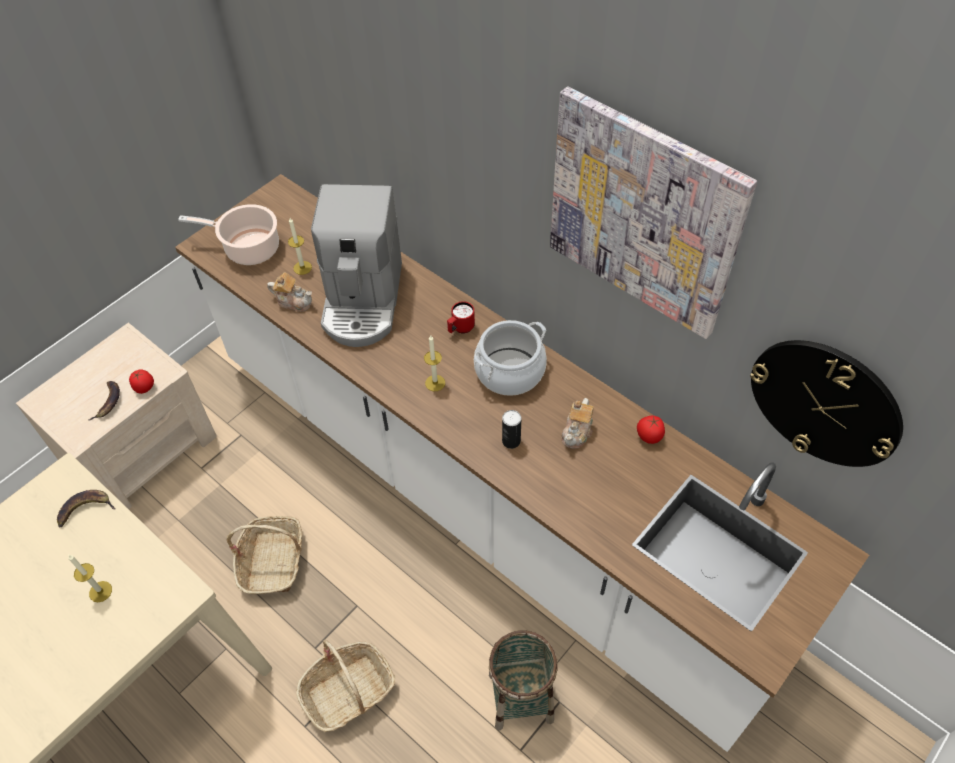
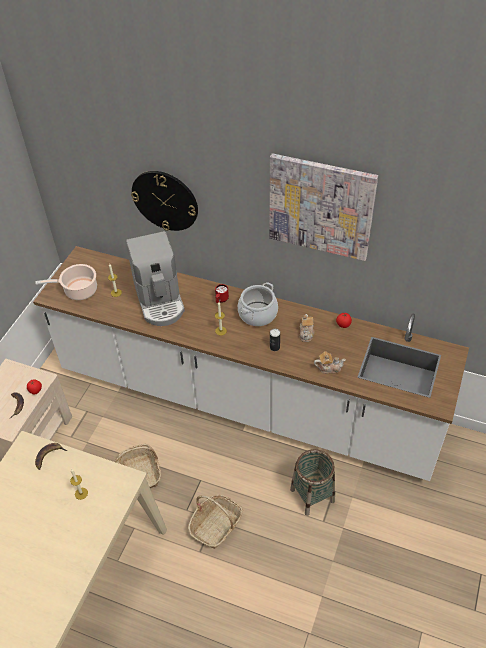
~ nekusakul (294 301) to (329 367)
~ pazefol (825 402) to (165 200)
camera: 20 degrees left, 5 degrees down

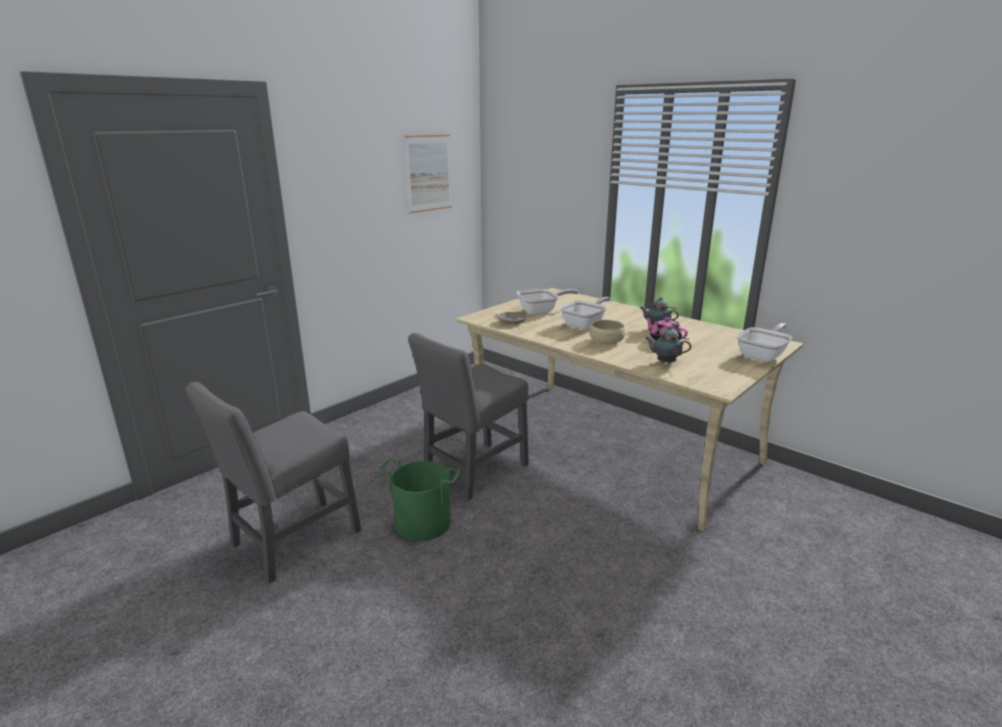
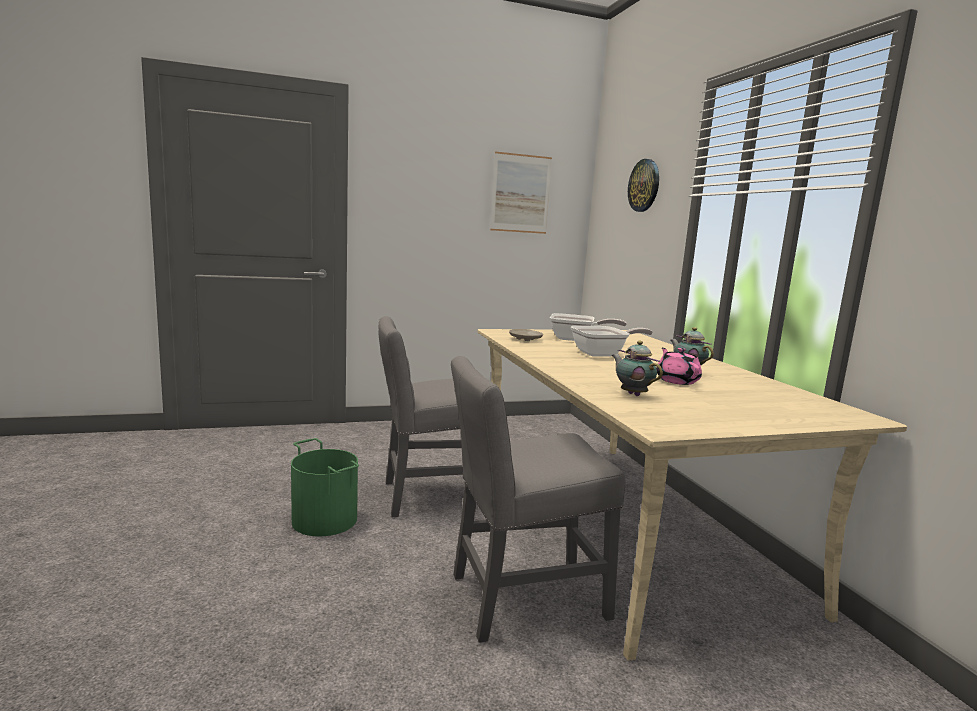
- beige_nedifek (606 341)
- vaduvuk (763 355)
~ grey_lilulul (291 542) to (521 599)
+ pazefol (644 185)
camera: 30 degrees right, 10 degrees down

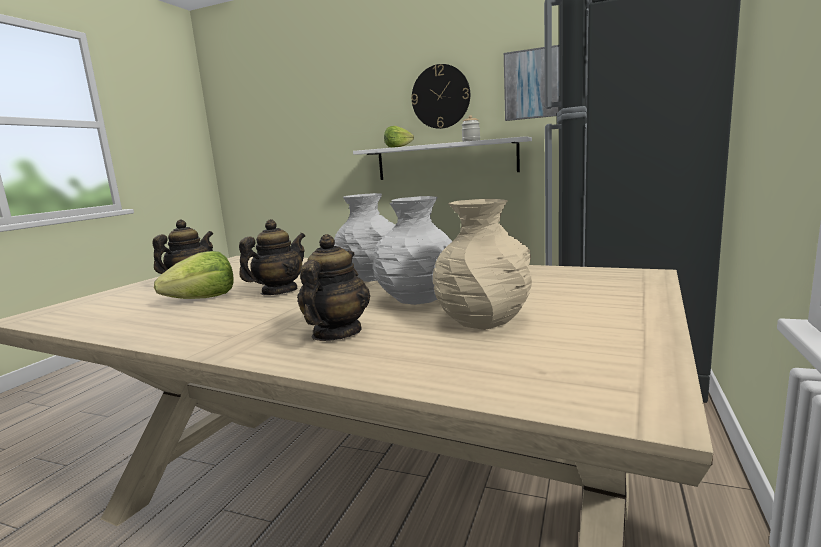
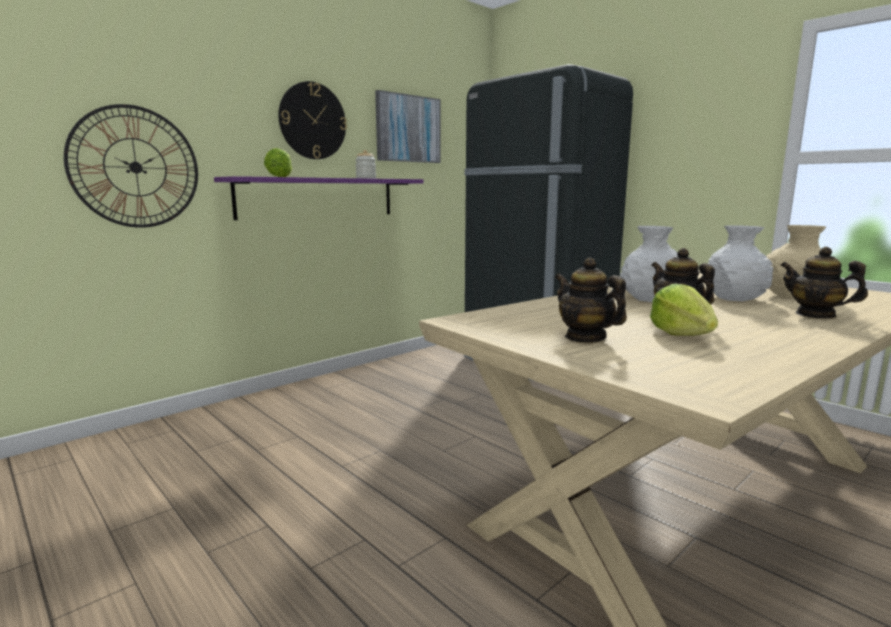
~ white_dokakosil (445 160) to purple_dokakosil (318 197)
+ pazefol (135 167)
camera: 65 degrees left, 0 degrees up

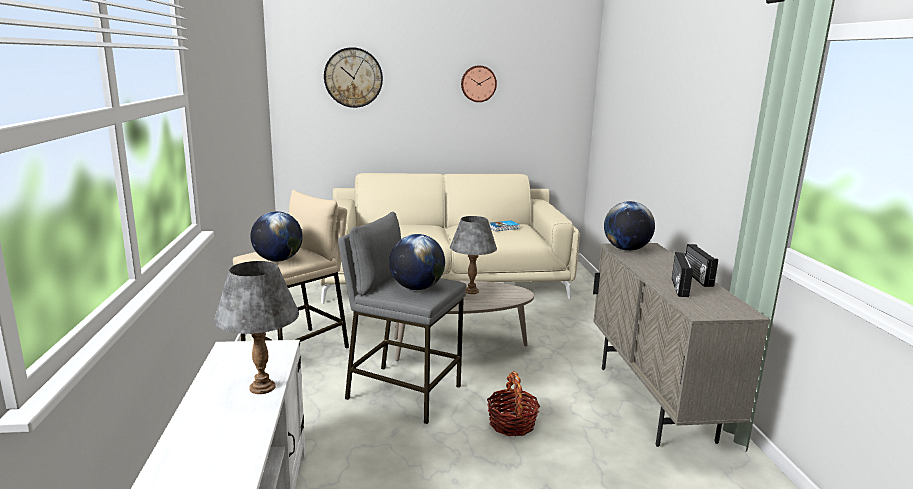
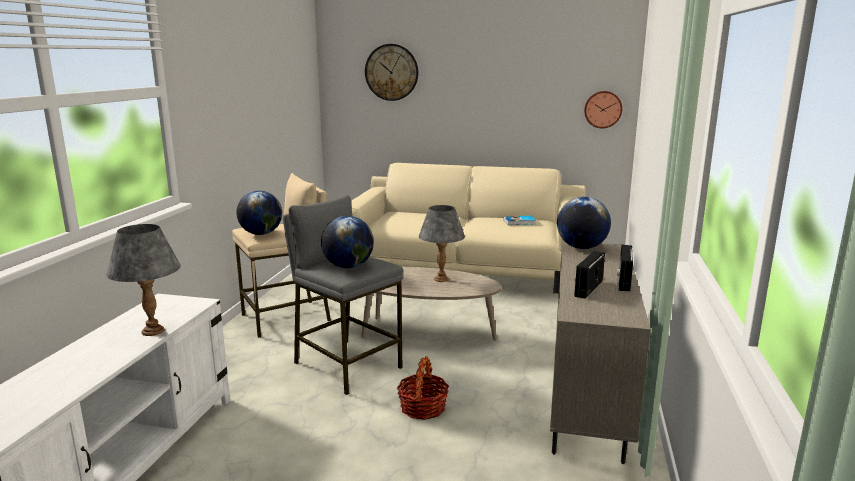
~ pazefol (478 83) to (603 109)
camera: 20 degrees right, 0 degrees up

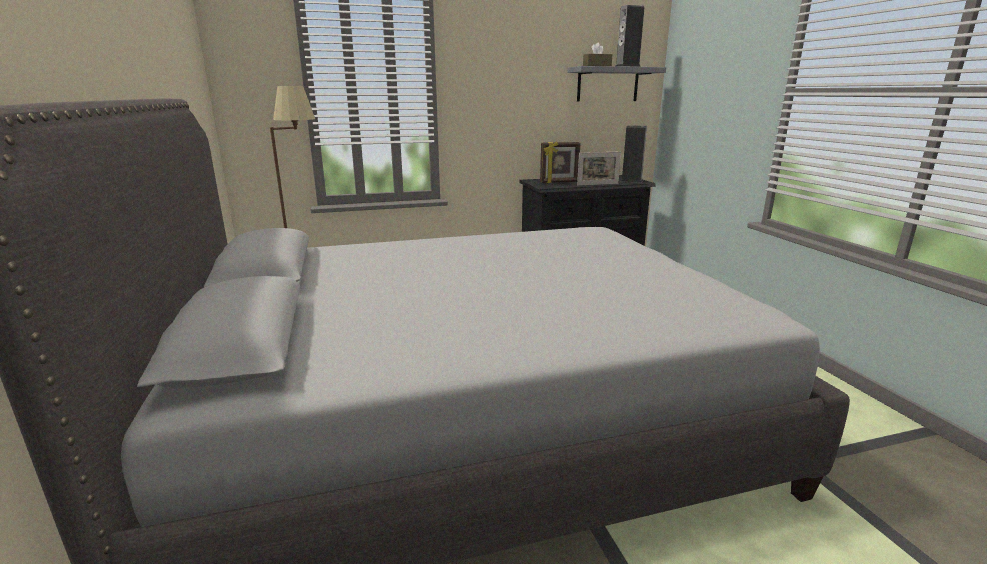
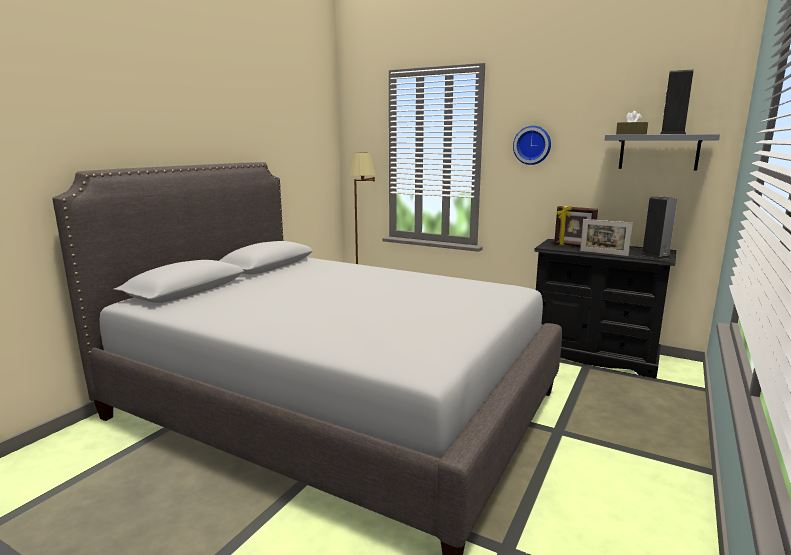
+ pazefol (532 145)
camera: 45 degrees right, 5 degrees down

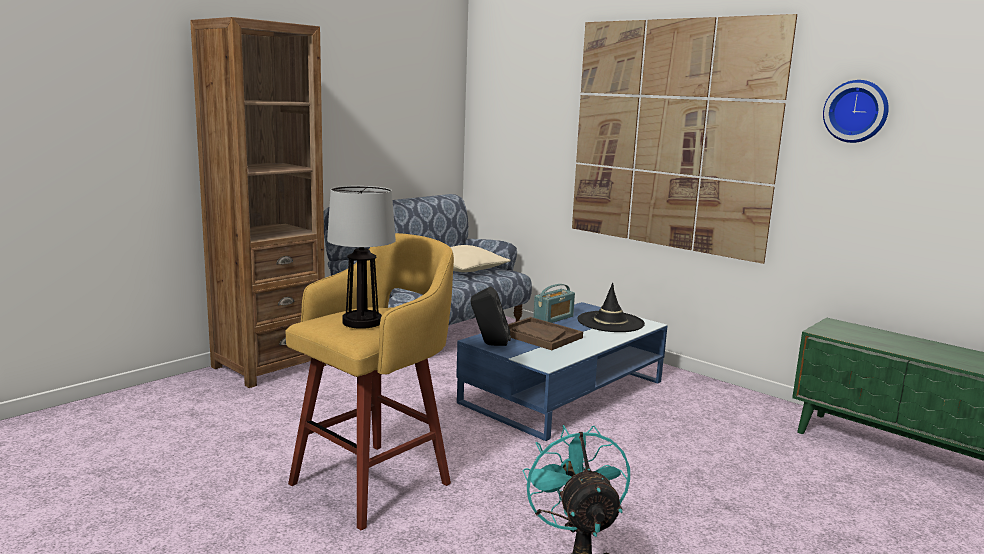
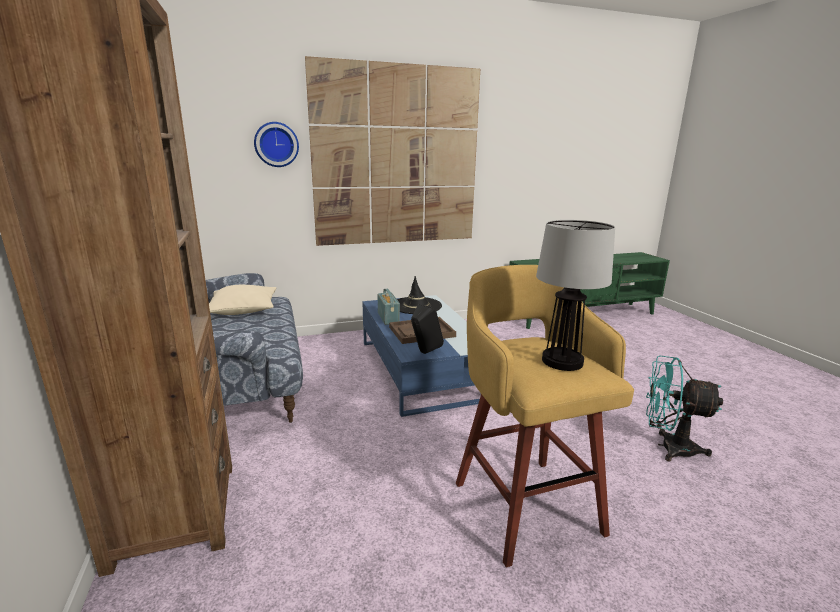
~ pazefol (856 111) to (276 144)
camera: 60 degrees left, 5 degrees up

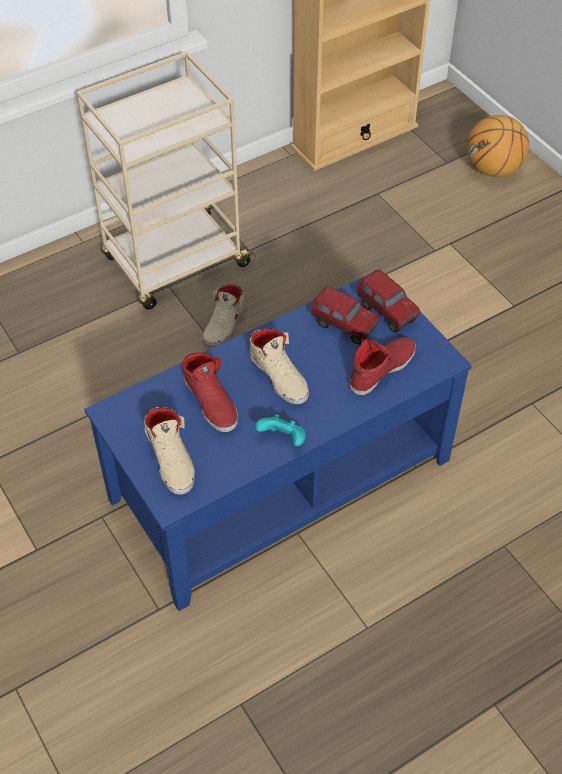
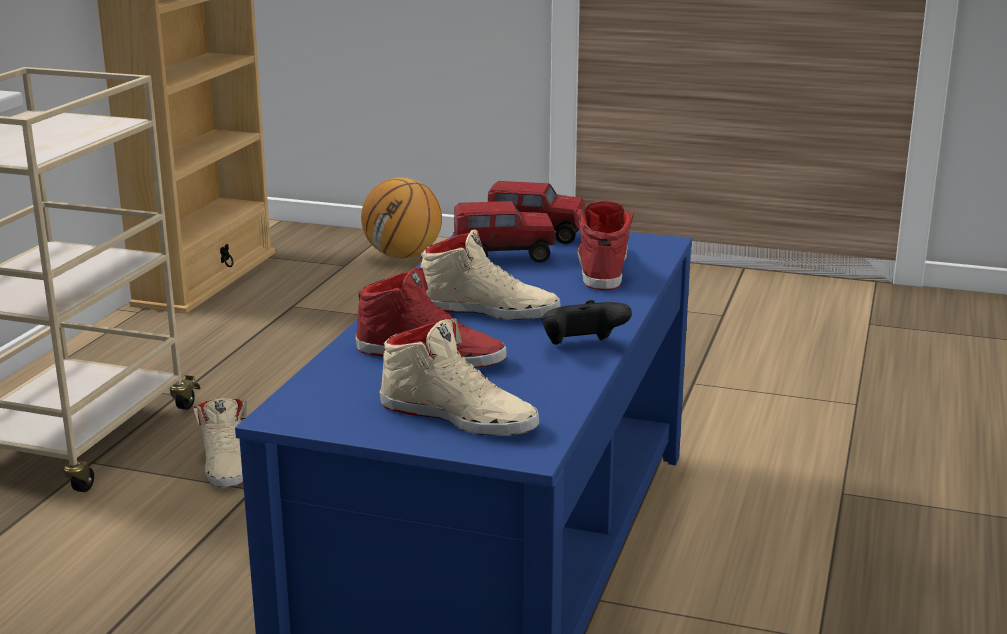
~ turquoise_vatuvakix (283 439) to black_vatuvakix (582 347)
camera: 40 degrees left, 30 degrees down

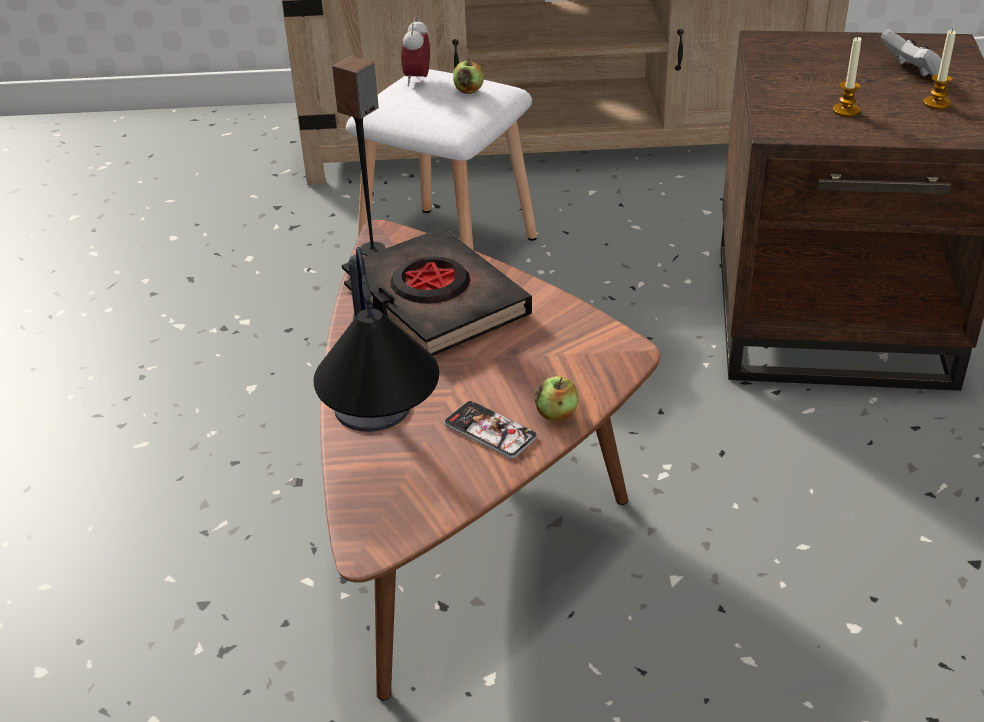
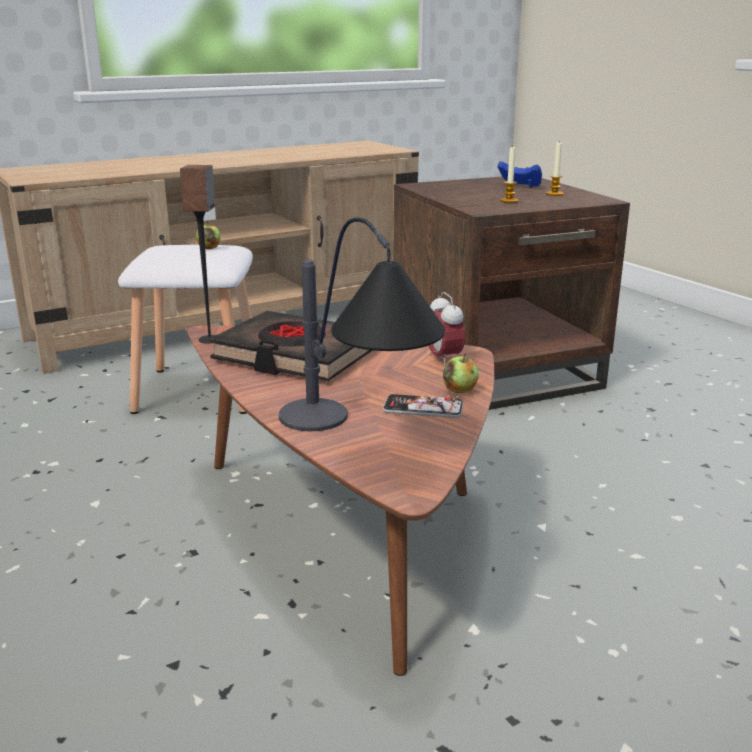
~ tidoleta (417 79) to (444 359)
~ white_vatuvakix (910 71) to blue_vatuvakix (520 186)
camera: 30 degrees left, 15 degrees down

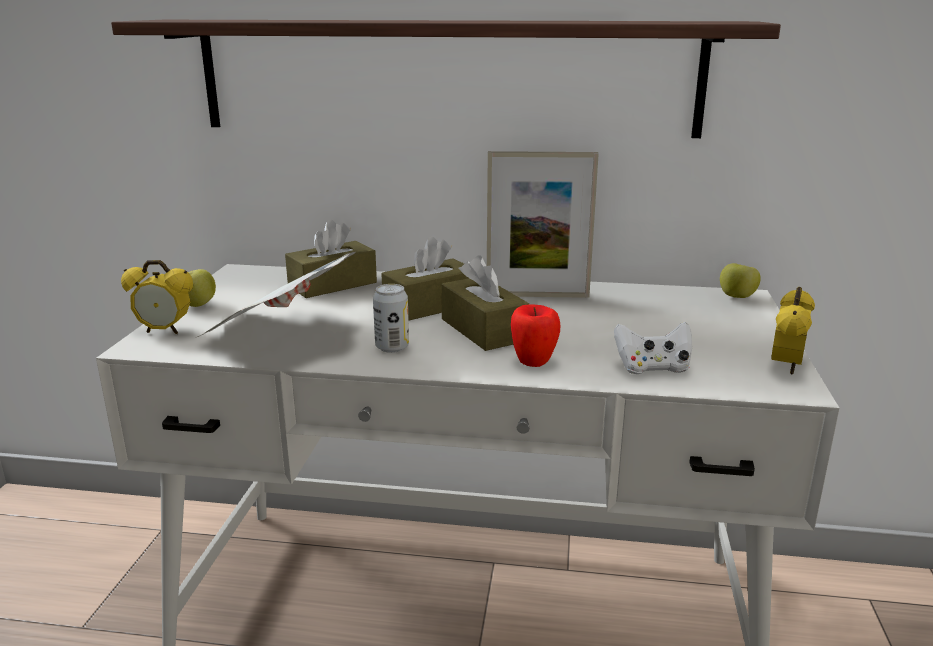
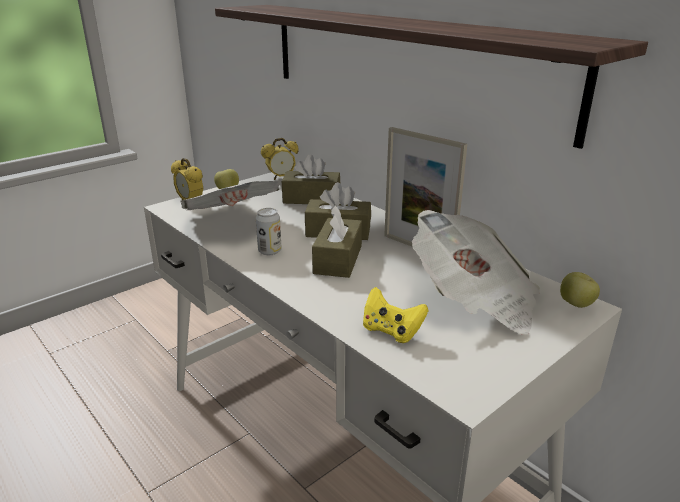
~ tidoleta (786 366) to (281 177)
- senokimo (533 362)
~ white_vatuvakix (652 368) to yellow_vatuvakix (391 331)
+ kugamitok (474 300)
camera: 40 degrees right, 5 degrees up

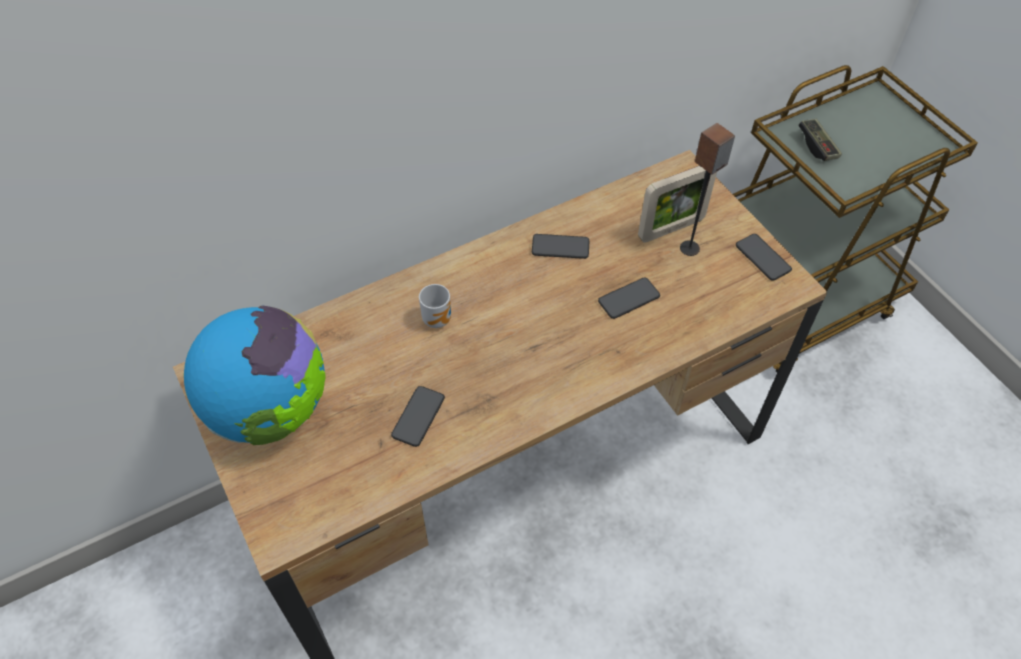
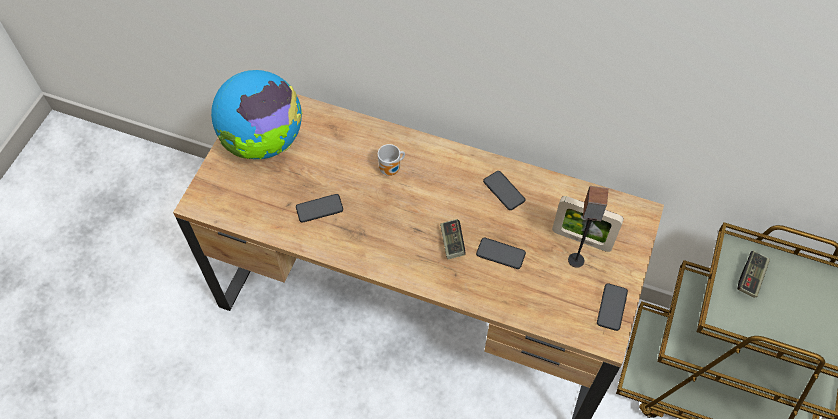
+ vatuvakix (452 242)
camera: 50 degrees right, 5 degrees up

